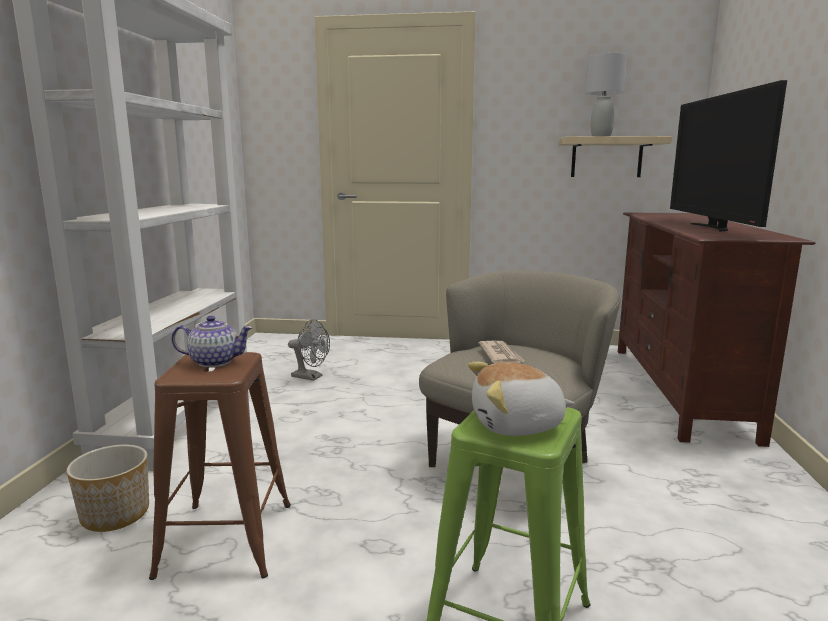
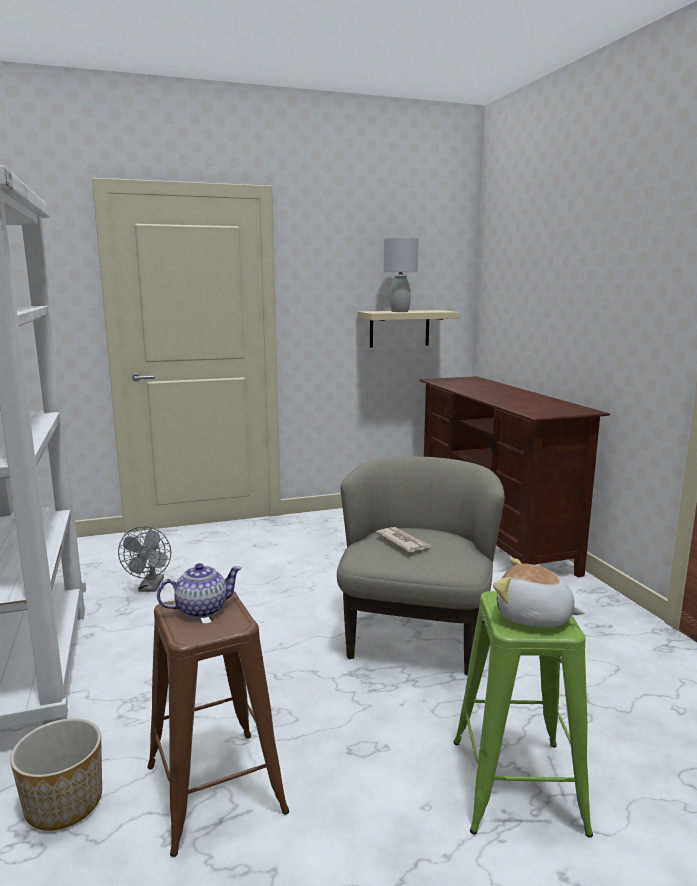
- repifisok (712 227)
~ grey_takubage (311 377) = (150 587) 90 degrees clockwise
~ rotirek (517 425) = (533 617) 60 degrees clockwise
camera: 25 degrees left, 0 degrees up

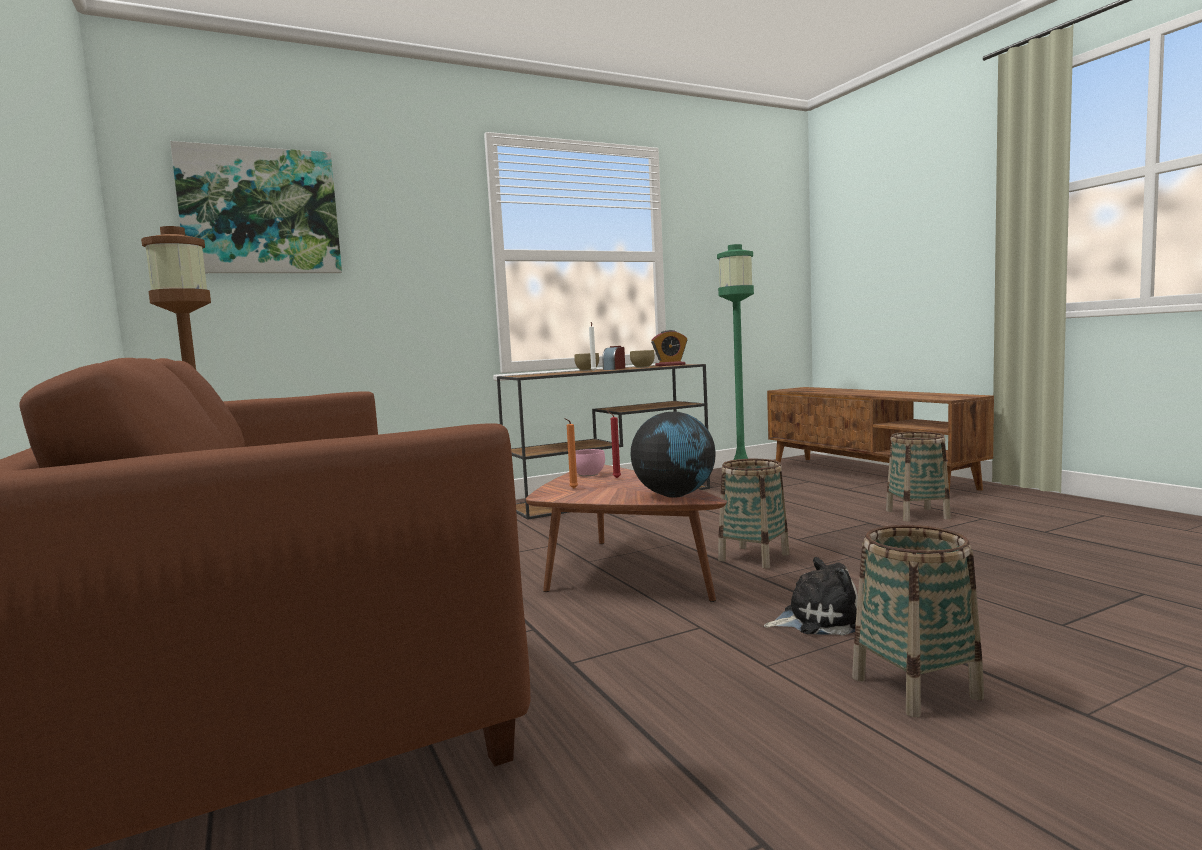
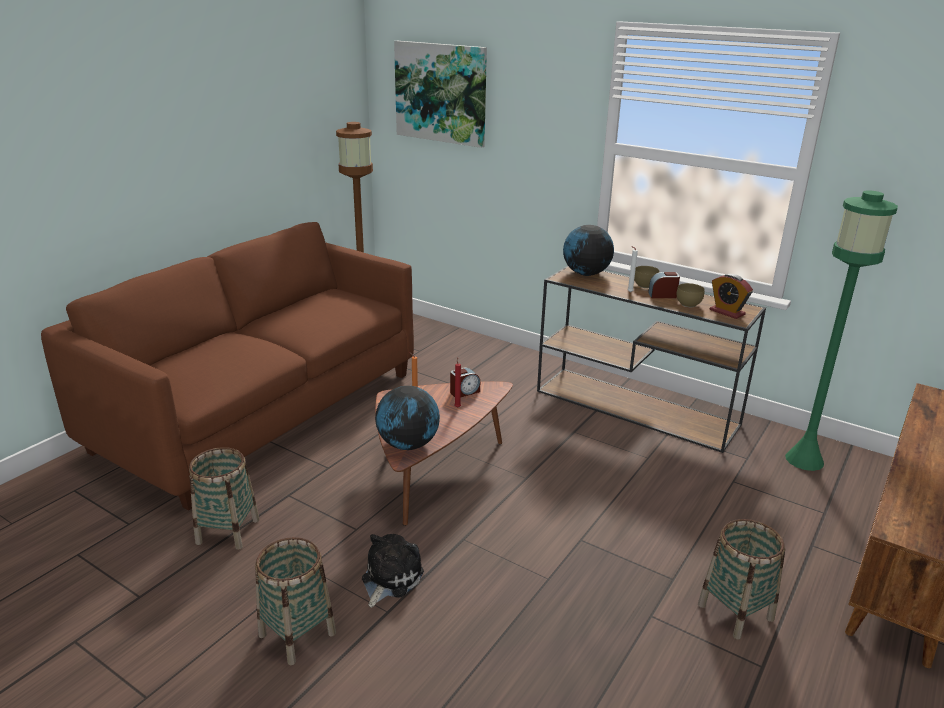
~ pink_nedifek (587 474) to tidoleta (464 392)
~ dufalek (753 557) to (228 531)
~ rotirek (817 620) = (389 578) 120 degrees counterclockwise
+ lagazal (586 274)
camera: 60 degrees right, 20 degrees up

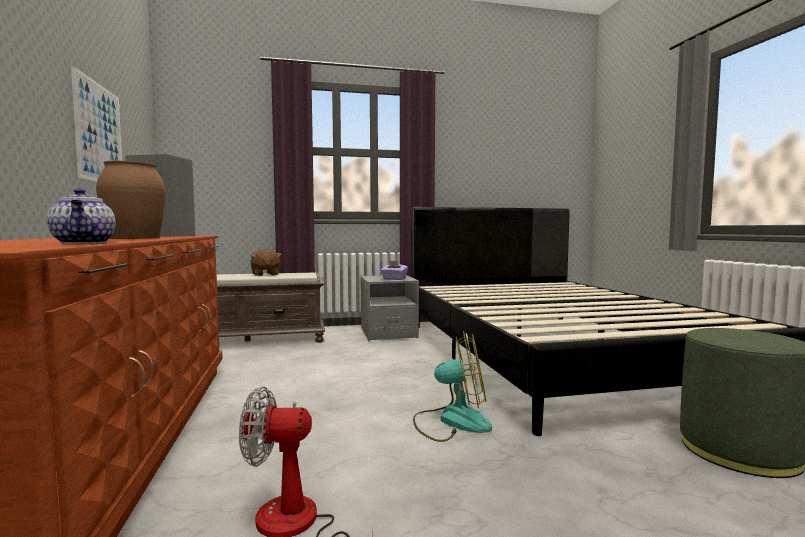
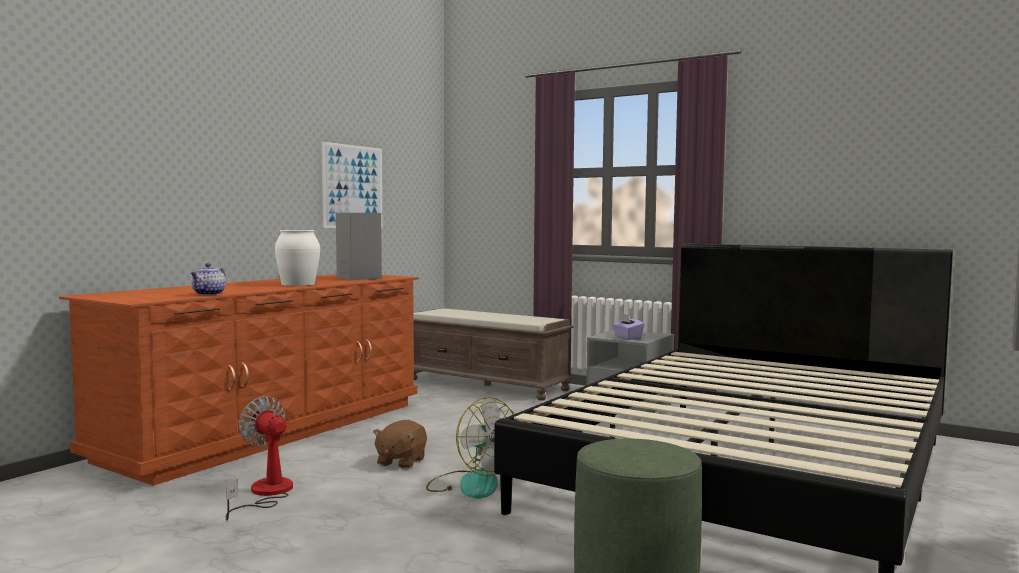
~ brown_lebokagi (135 238) to white_lebokagi (298 284)
~ brown_rotirek (265 274) to (400 462)
camera: 45 degrees right, 0 degrees up

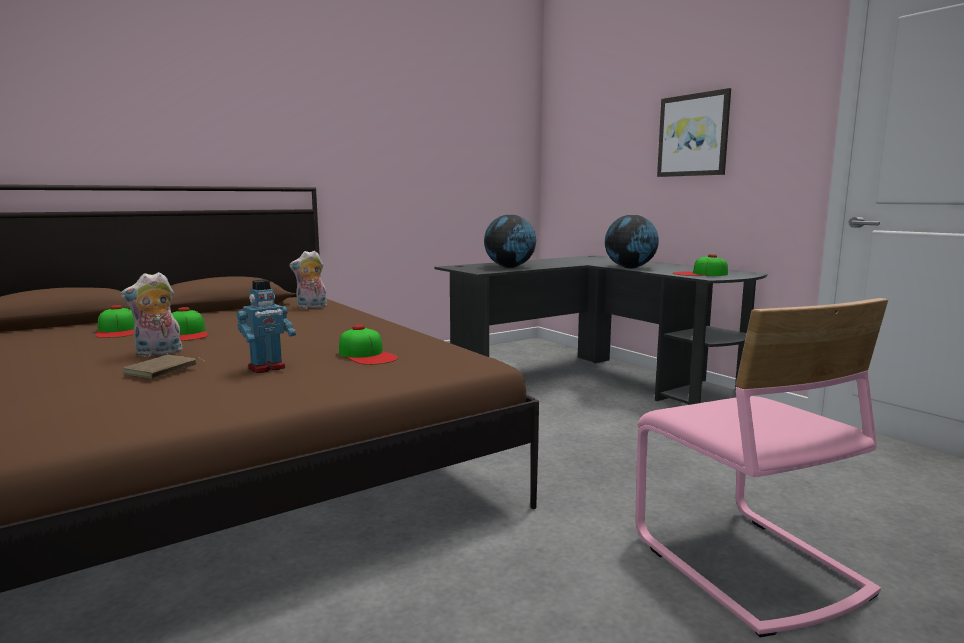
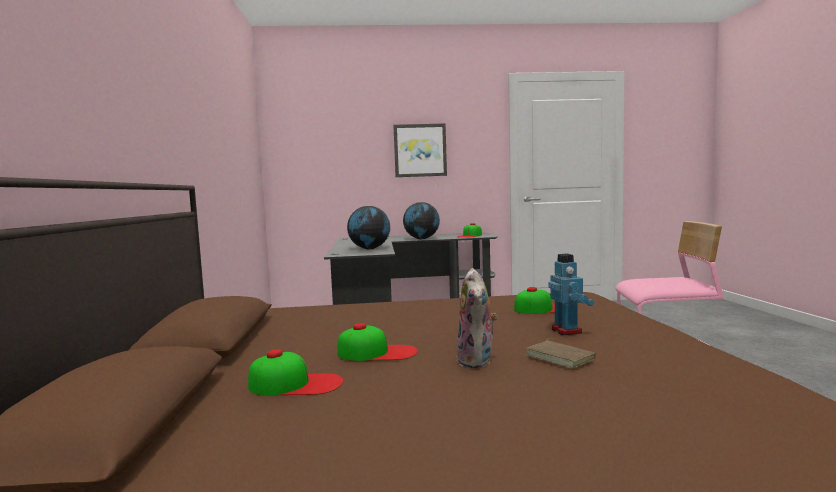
- rotirek (311 307)
camera: 60 degrees left, 5 degrees down

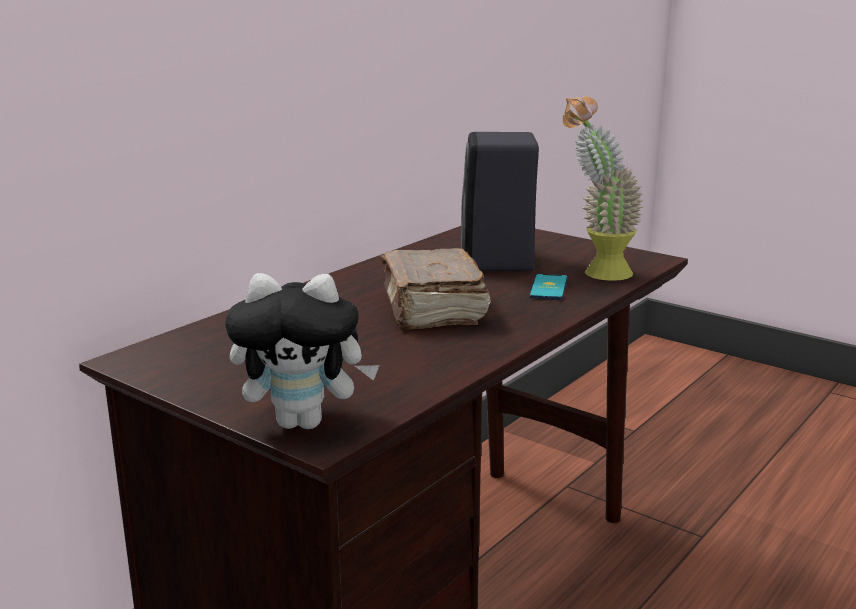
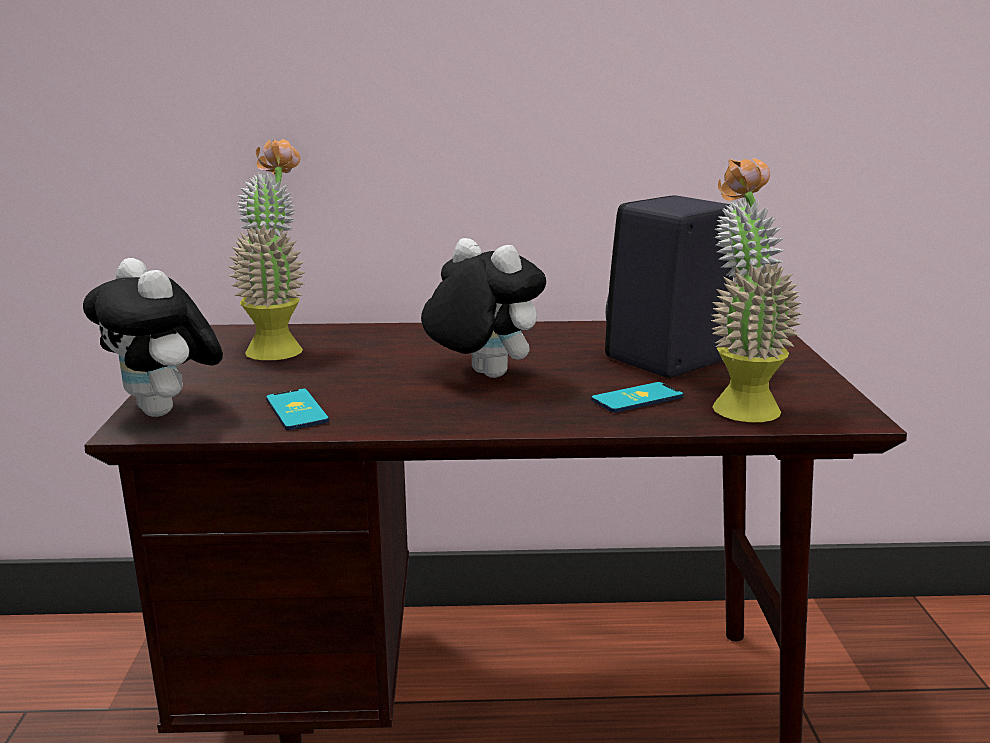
~ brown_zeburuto (432 309) to rotirek (481 375)
+ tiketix (279 347)
+ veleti (296 410)
camera: 50 degrees right, 0 degrees up

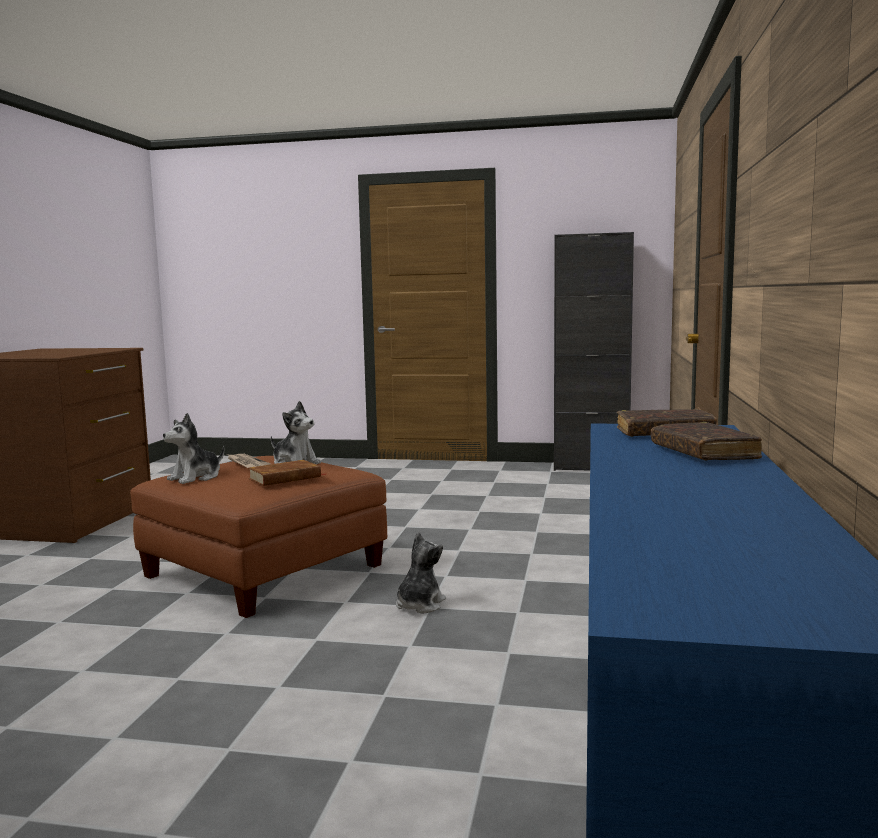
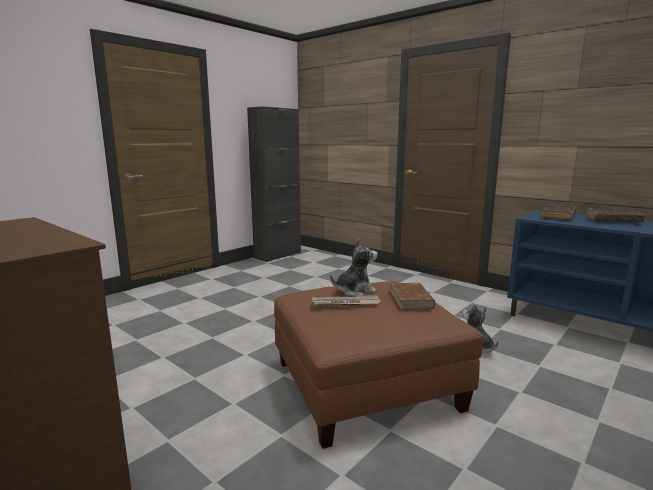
- rotirek (196 478)
camera: 60 degrees left, 5 degrees up

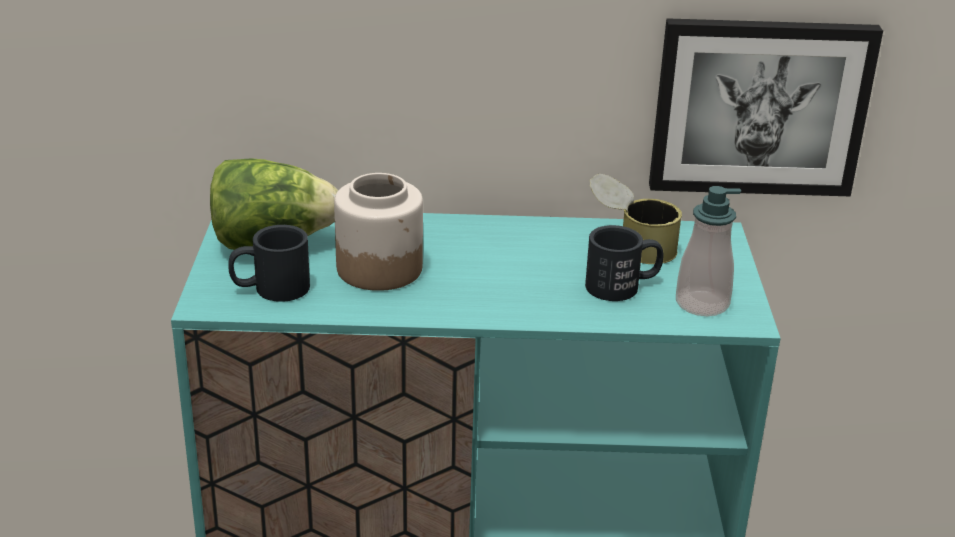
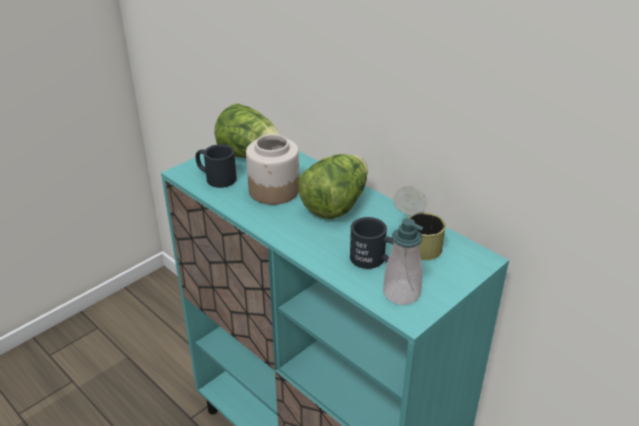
- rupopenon (759 106)
+ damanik (335 205)
camera: 45 degrees right, 5 degrees up

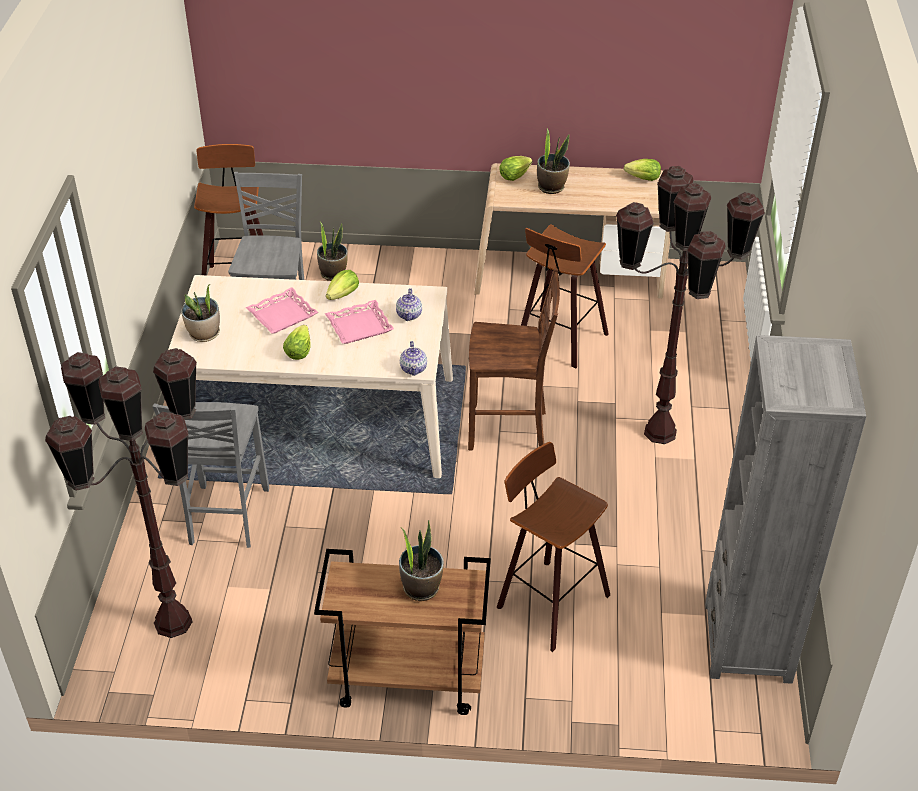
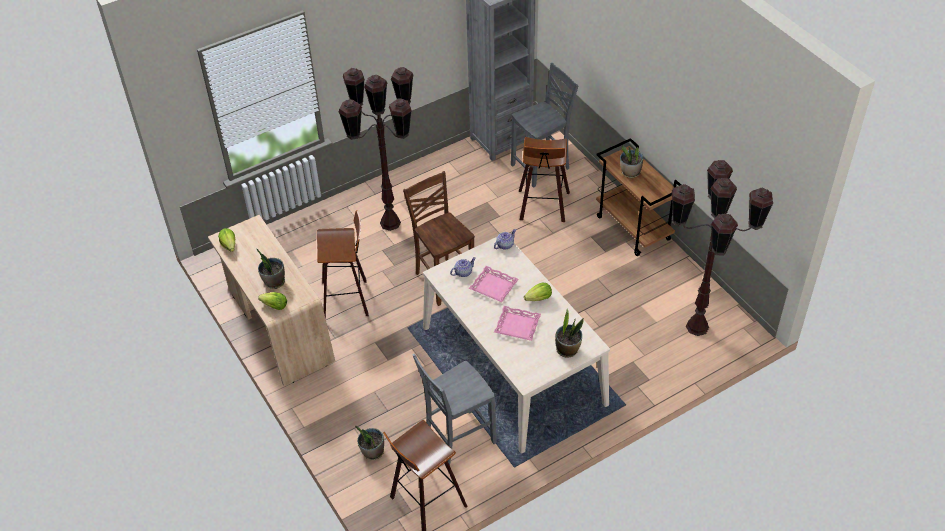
- damanik (343 295)
~ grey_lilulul (226 517) to (542 167)
camera: 125 degrees left, 5 degrees up

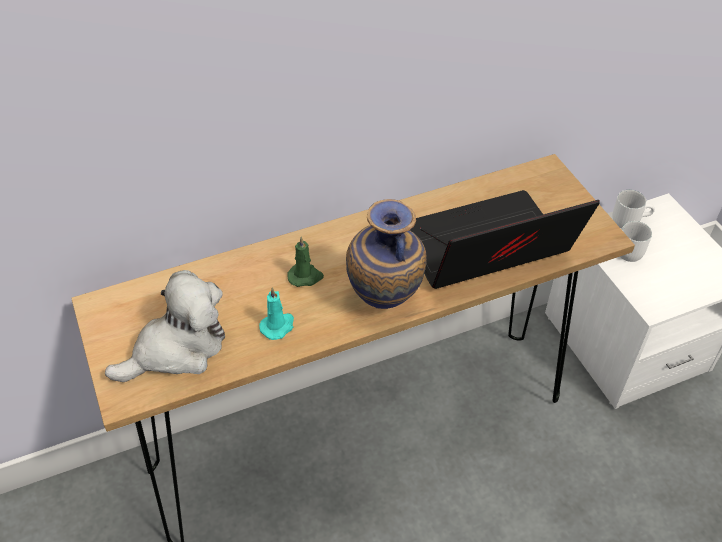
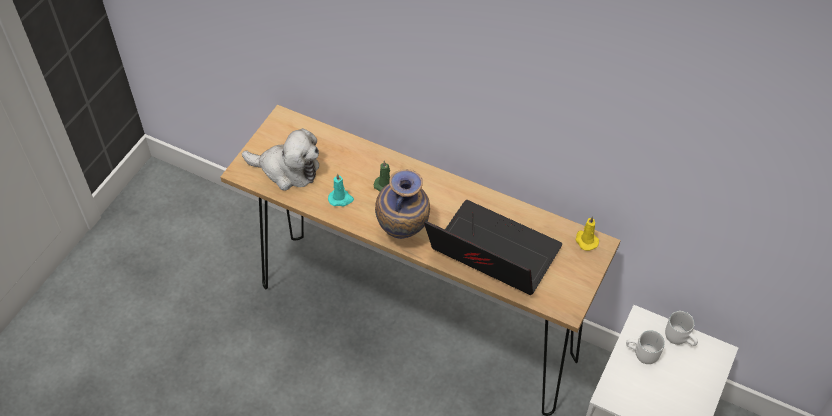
+ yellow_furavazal (586 240)
camera: 50 degrees right, 5 degrees up

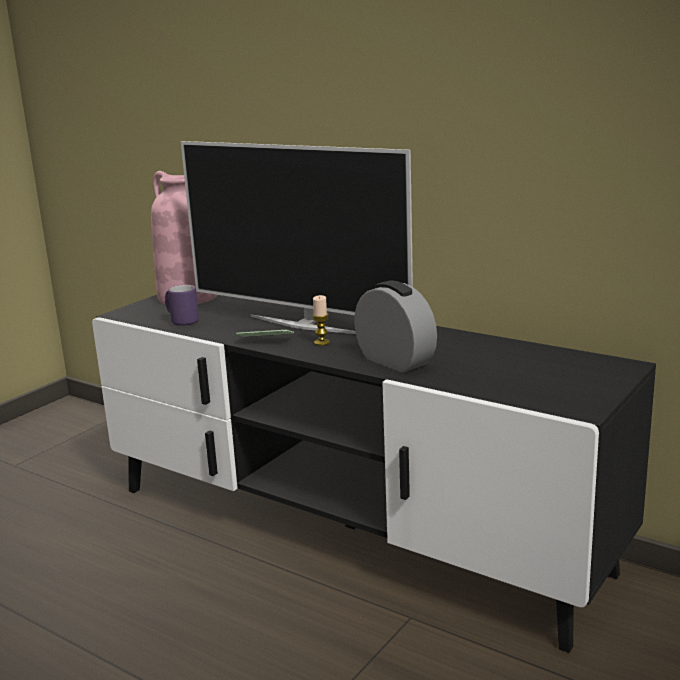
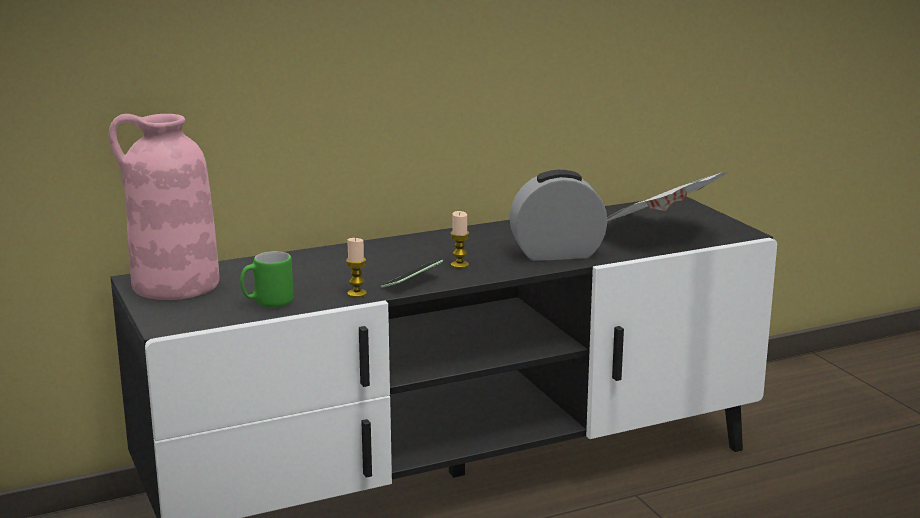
- repifisok (304 324)
~ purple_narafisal (181 321) to green_narafisal (267 303)
+ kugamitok (656 233)
+ furavazal (357 294)
camera: 60 degrees left, 0 degrees up

